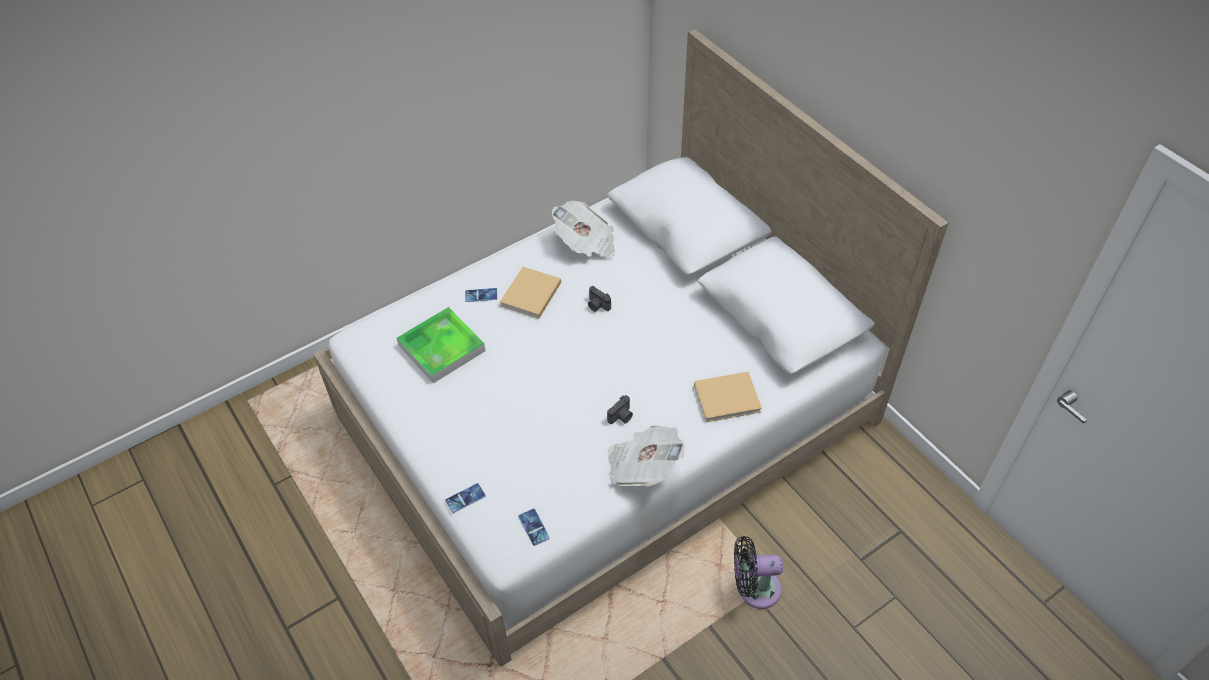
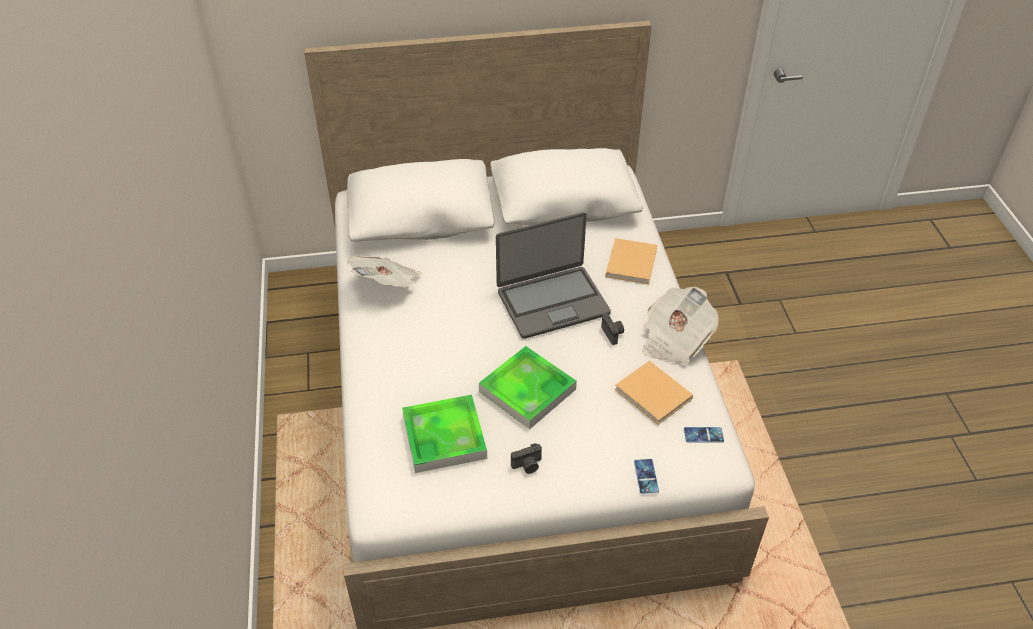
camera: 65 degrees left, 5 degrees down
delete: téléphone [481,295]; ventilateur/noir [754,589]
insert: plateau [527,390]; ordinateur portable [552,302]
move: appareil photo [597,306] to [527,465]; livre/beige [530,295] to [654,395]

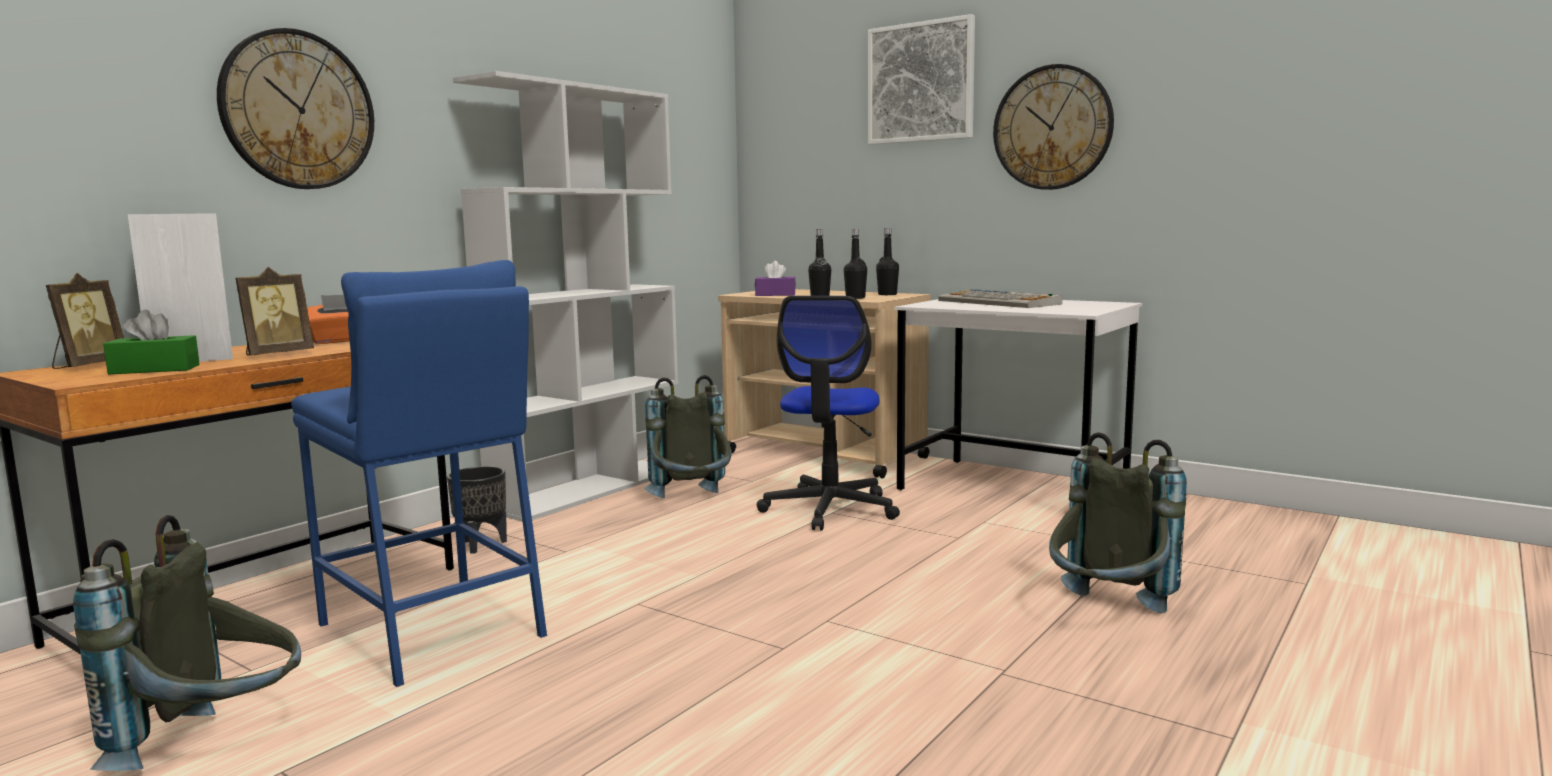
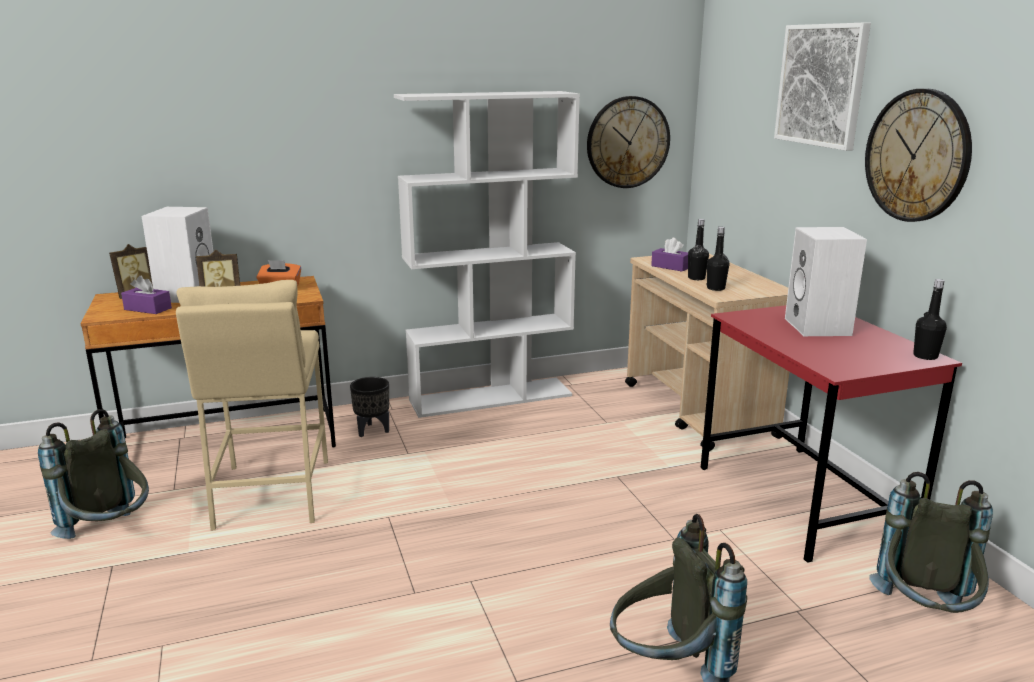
camera: 35 degrees right, 10 degrees up
delete: chaise de bureau [829,509]
move: horloge murale [298,110] to [627,142]; sac à dos/gris [692,502] to [924,617]; bouteille/noir [887,294] to [925,356]
replace: clavier [999,302] to enceinte/blanc [819,327]
recolor: boîte à mouchoirs/vert [154,369] to boîte à mouchoirs/violet [148,309]; tabouret/bleu [432,630] to tabouret/beige [271,493]; bureau/blanc [1014,488] to bureau/rouge [804,500]

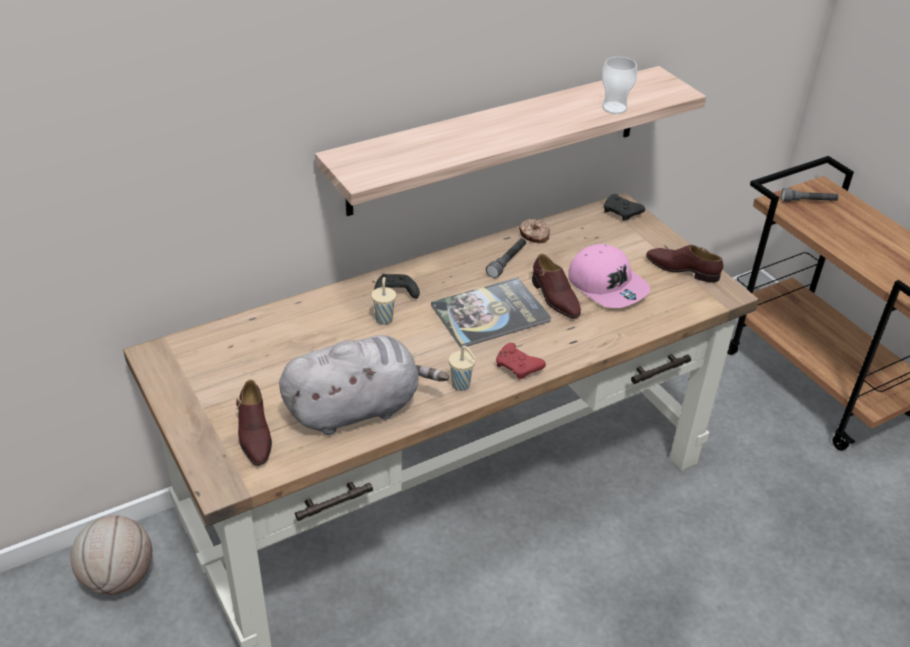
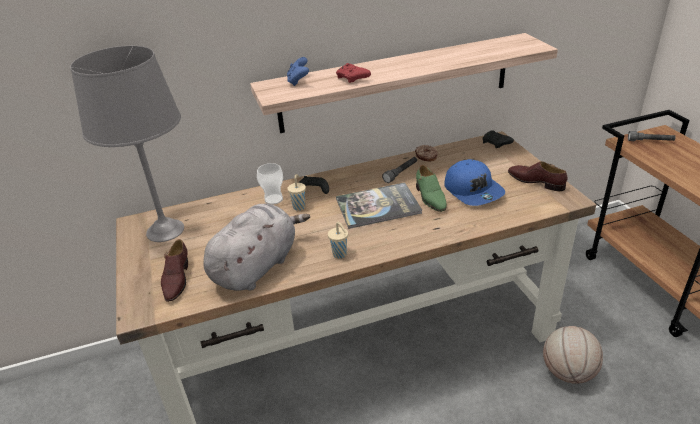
camera: 15 degrees right, 5 degrees down
insert: lampe de table/gris [166,230]; manette/bleu [298,81]
move: tasse [614,108] to [273,199]; manette/rouge [518,367] to [353,79]; ballon de basket [118,578] to [567,372]
recolor: chaussure/marron [554,298] to chaussure/vert [430,197]; casquette/rose [607,285] to casquette/bleu [473,190]
rotate: peluche/gris [358,408] = [257,266] 45 degrees counterclockwise

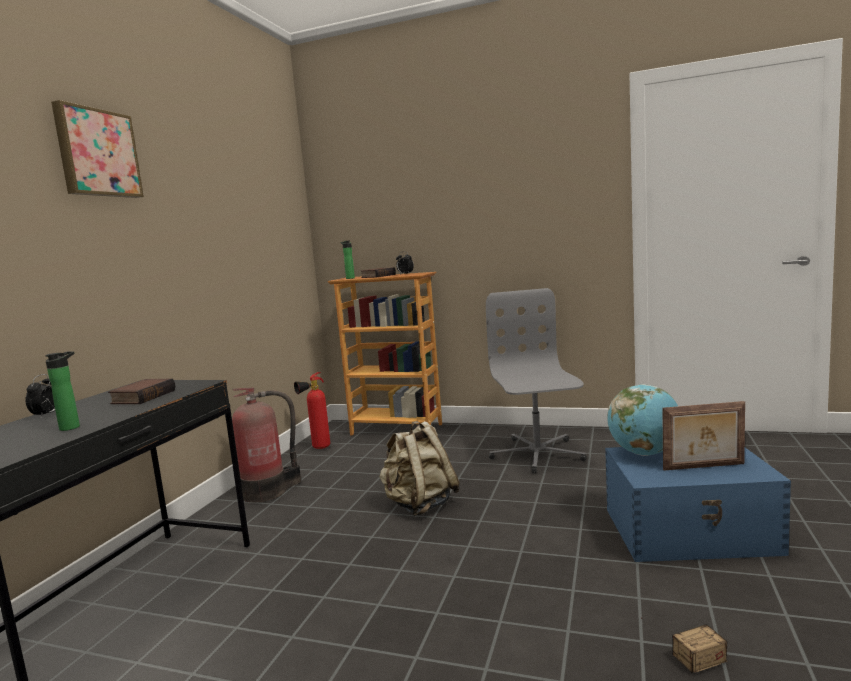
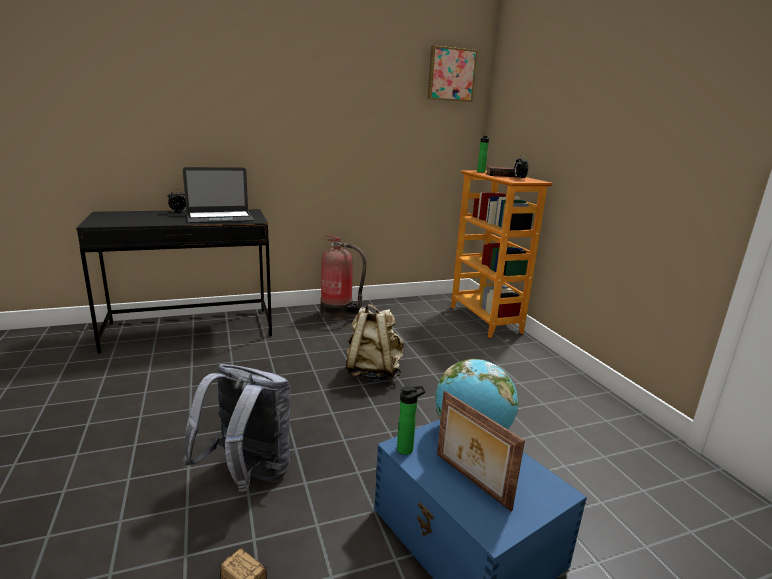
camera: 50 degrees right, 10 degrees up
delete: extincteur [317,448]; chaise de bureau/gris [536,454]
insert: sac à dos/gris [247,476]
move: bouteille [72,427] to [407,449]; tableau [97,153] to [450,74]
replace: livre [143,396] to ordinateur portable [220,217]

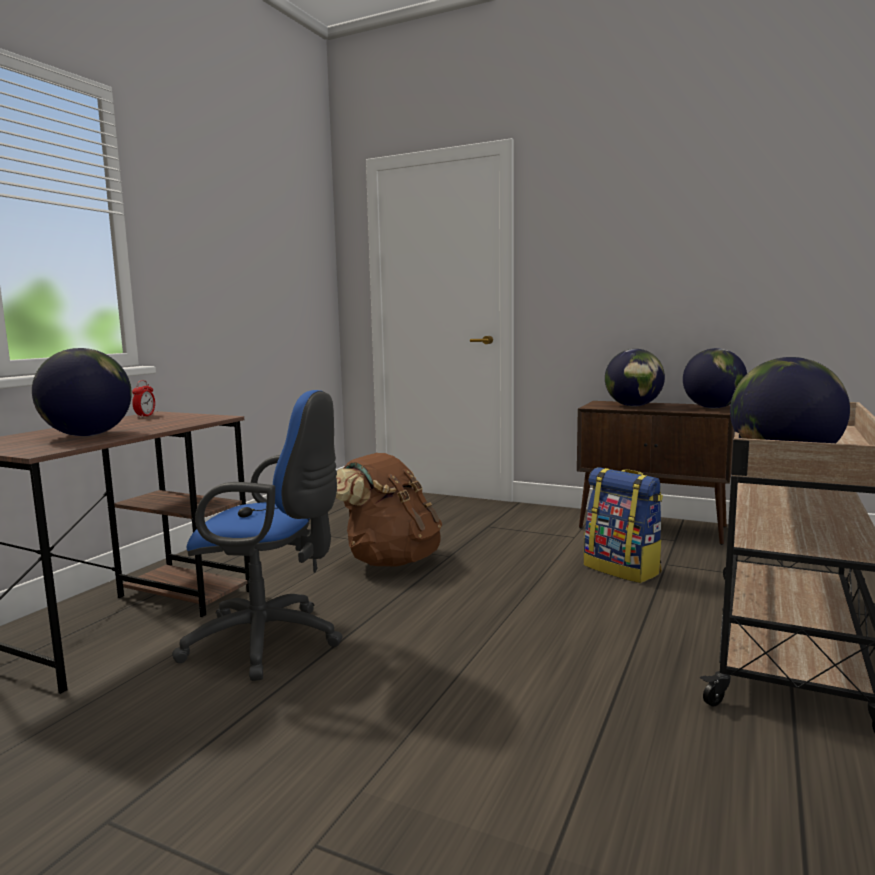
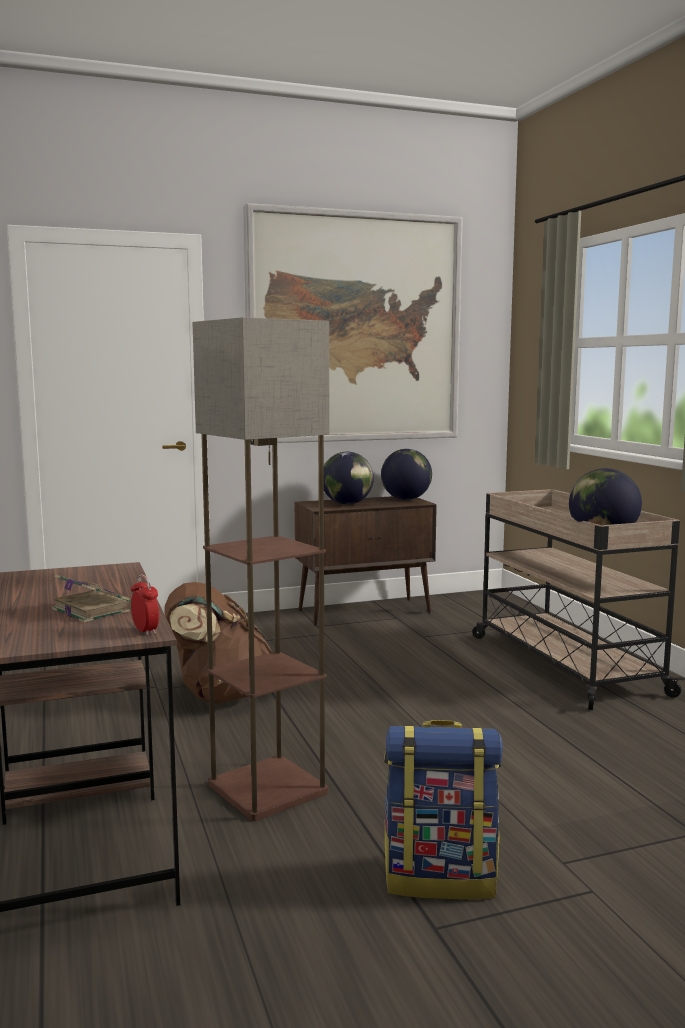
camera: 45 degrees left, 0 degrees up
insert: tableau [354,328]
move: réveil [145,416] to [145,631]; sac à dos [623,569] to [441,877]
replace: globe [87,435] to livre [91,609]; chaise de bureau/bleu [271,642] to lampadaire [270,788]

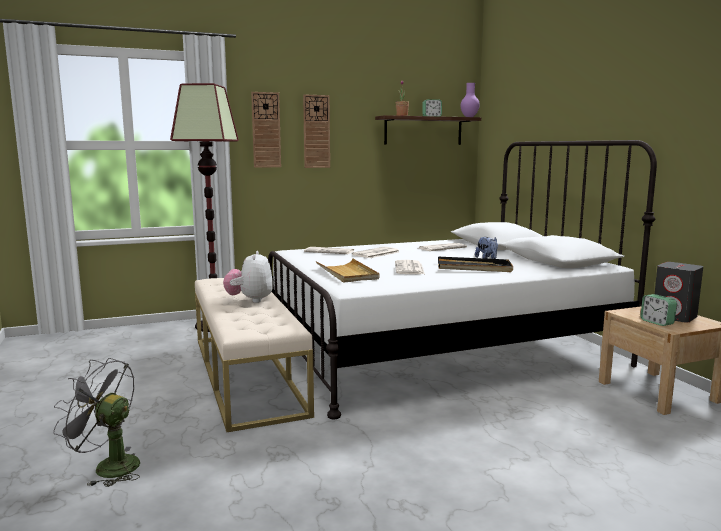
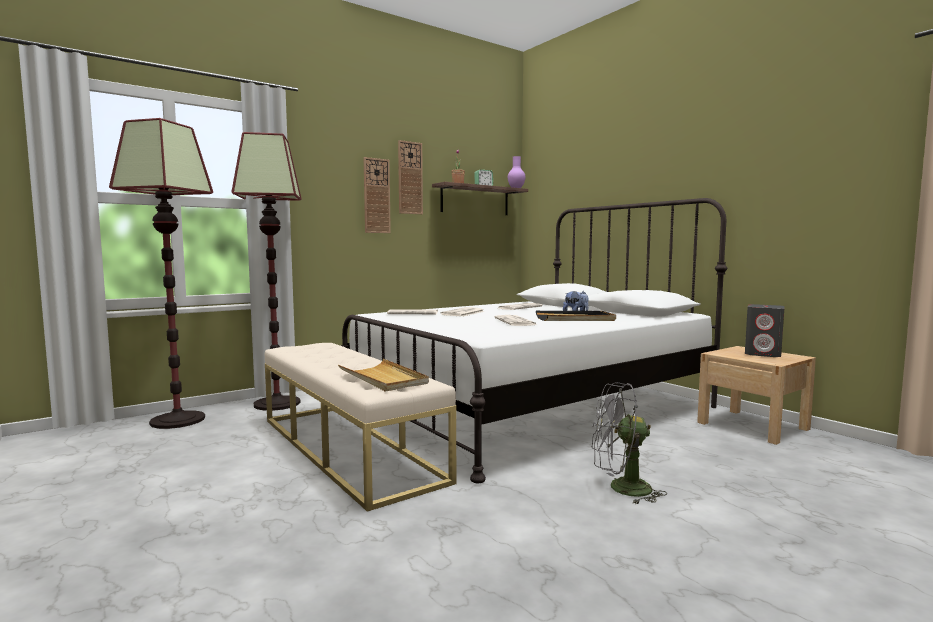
camera: 15 degrees left, 5 degrees down
delete: peluche [250,300]; réveil [657,322]
insert: lampadaire [177,420]
move: plateau/beige [347,273] to [383,378]; horloge murale [266,130] to [410,178]; ventilateur/gris [108,467] to [621,489]

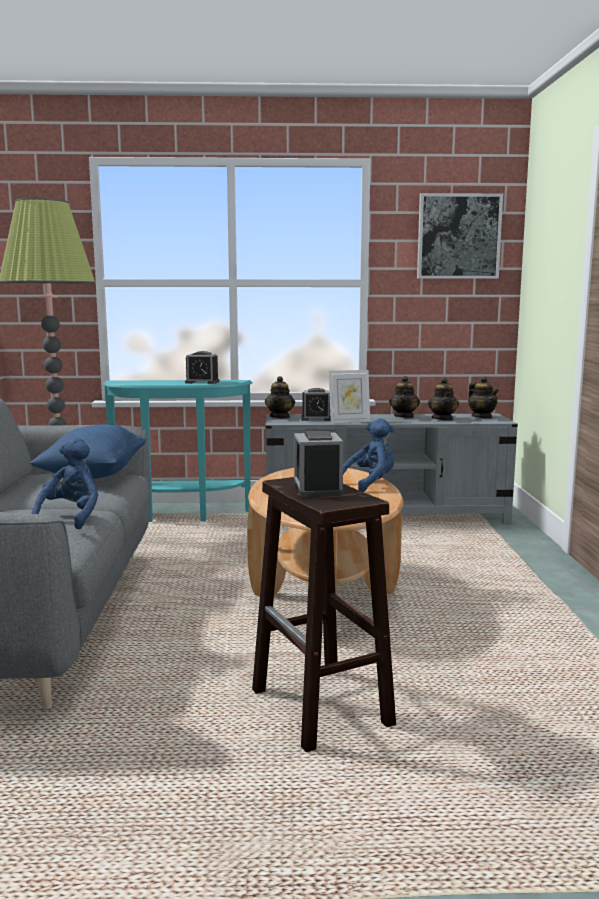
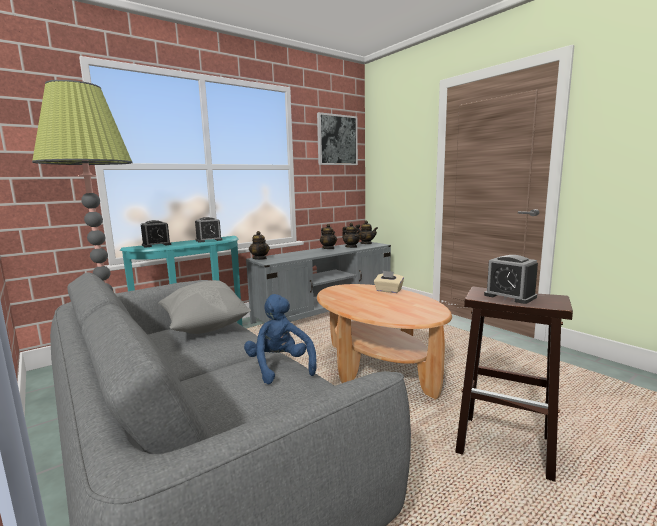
camera: 35 degrees left, 0 degrees up
delete: cadre photo [349,421]
move: réveil [316,418] to [156,245]
replace: peluche/bleu [369,483] to boîte à mouchoirs/beige [388,290]
recolor: coussin/bleu [93,476] to coussin/gris [205,327]

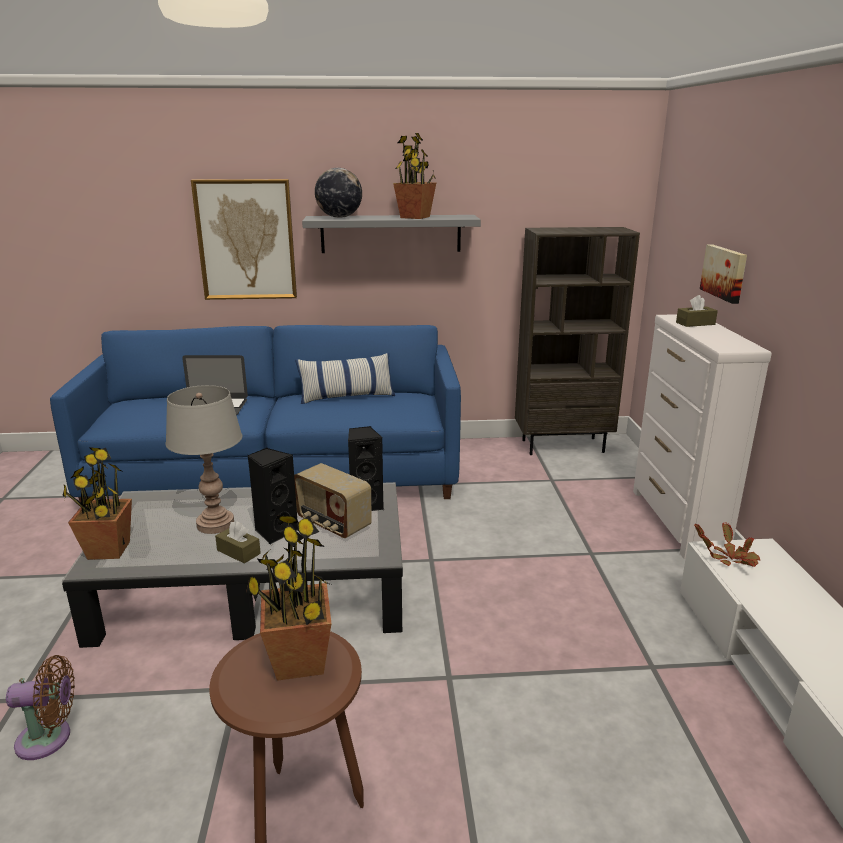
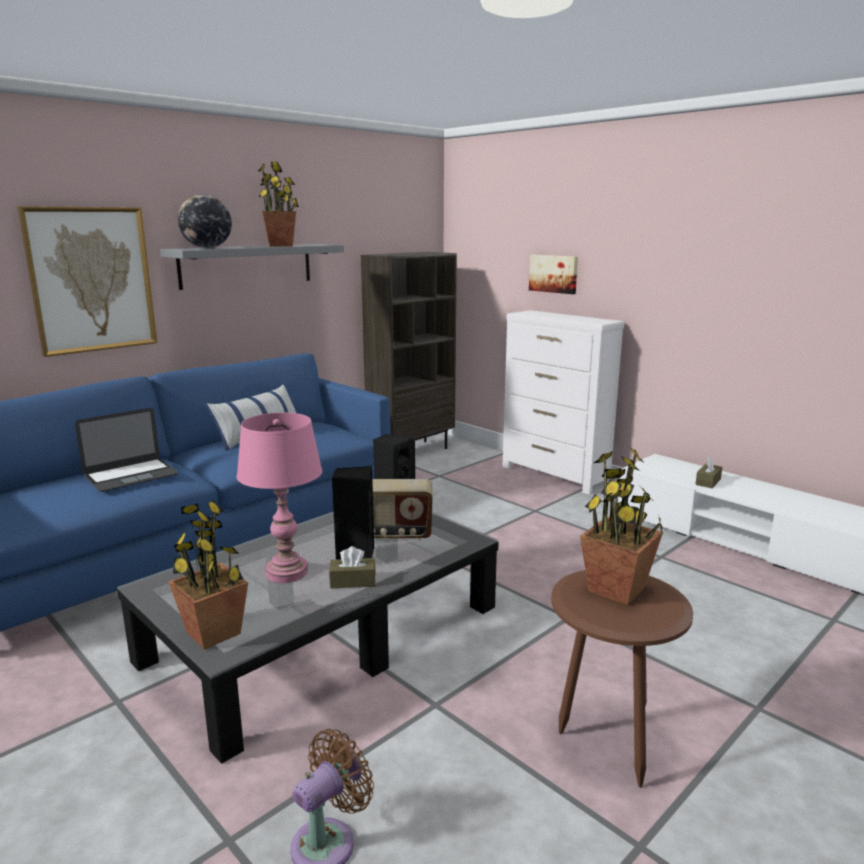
camera: 40 degrees left, 5 degrees down
delete: plante en pot [729,558]
move: boîte à mouchoirs/marron [695,323] to [708,482]
recolor: lampe de table/gris [215,524] to lampe de table/rose [286,572]

